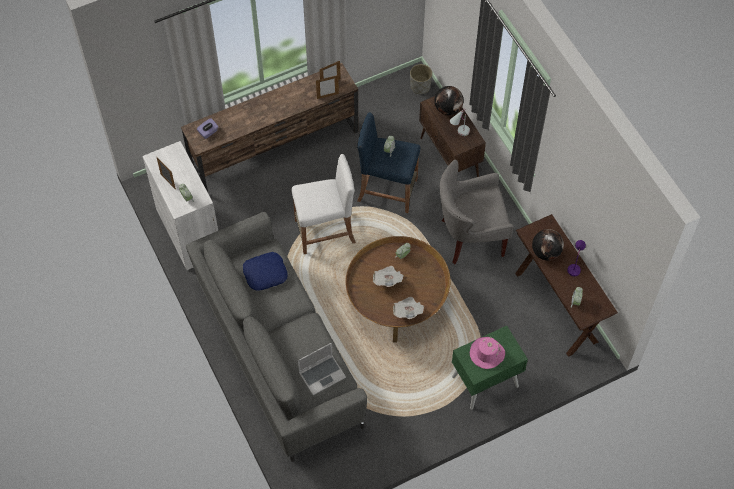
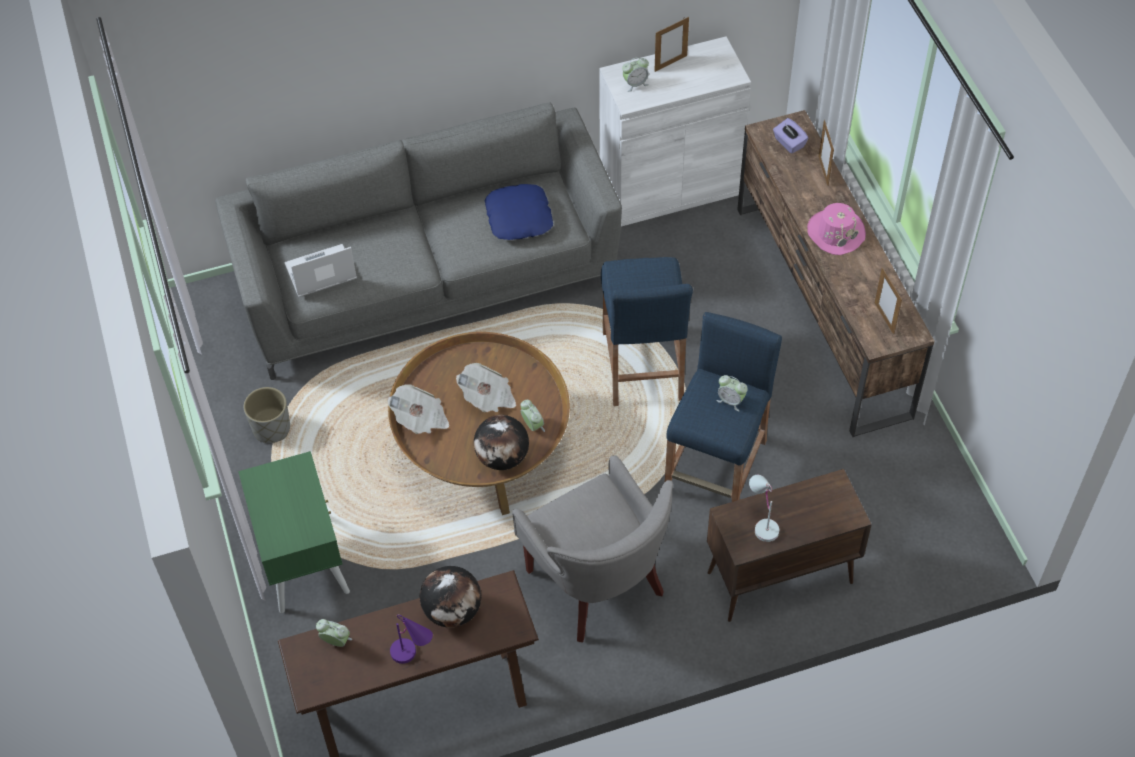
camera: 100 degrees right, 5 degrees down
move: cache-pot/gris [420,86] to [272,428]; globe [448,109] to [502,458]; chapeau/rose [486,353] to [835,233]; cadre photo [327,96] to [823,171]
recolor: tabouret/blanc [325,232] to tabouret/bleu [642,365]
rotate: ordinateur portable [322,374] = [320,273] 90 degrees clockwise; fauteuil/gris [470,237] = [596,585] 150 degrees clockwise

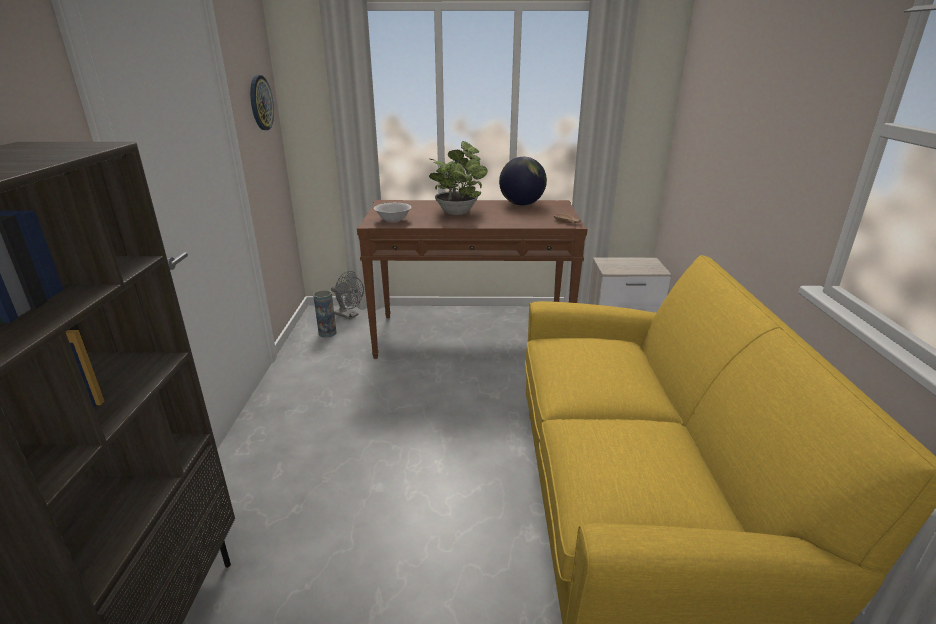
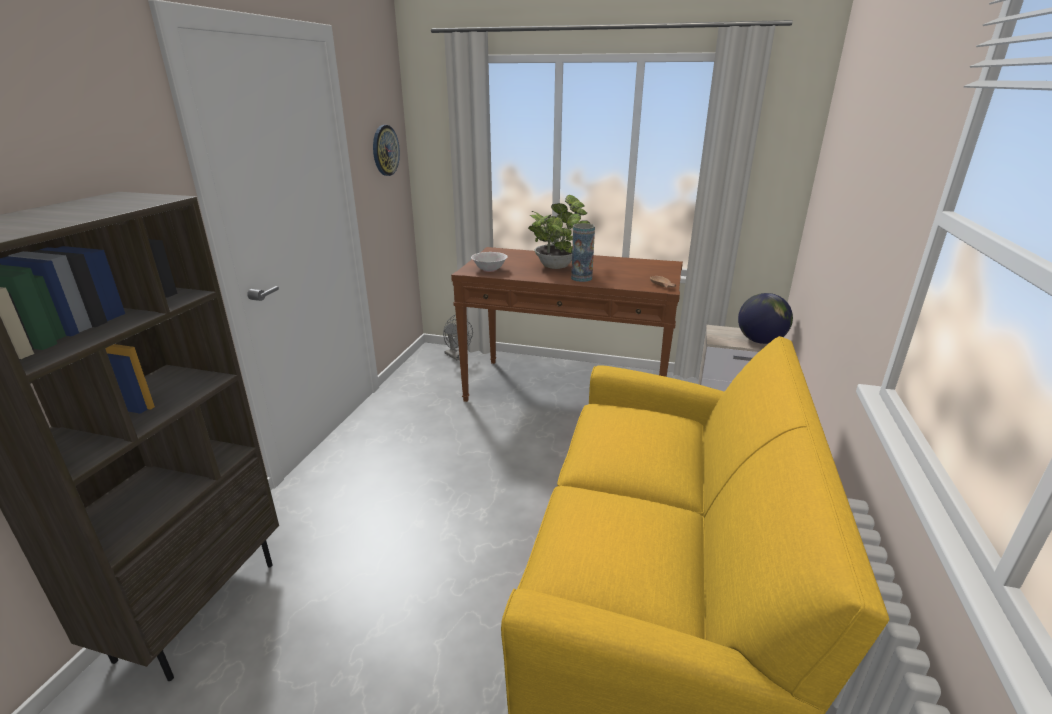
camera: 15 degrees right, 0 degrees up
move: vase [327,333] to [581,278]; globe [521,204] to [760,341]

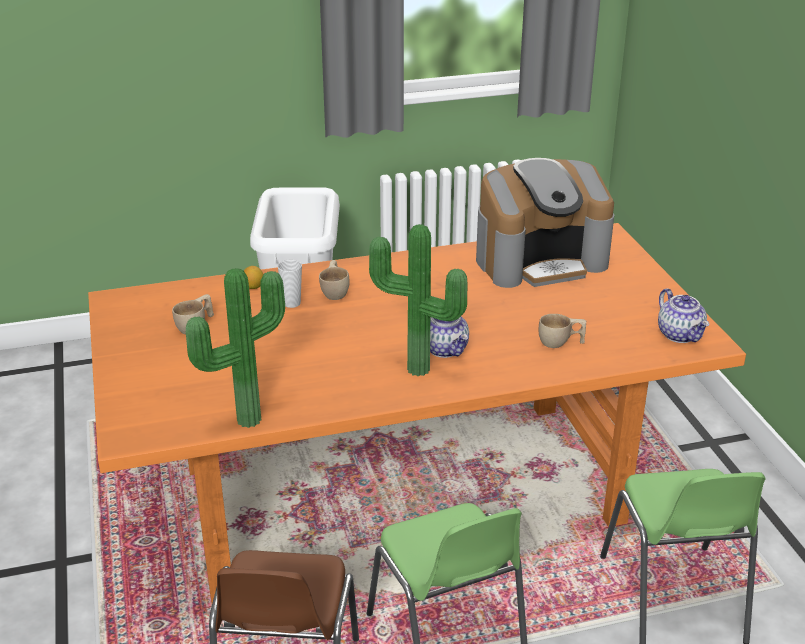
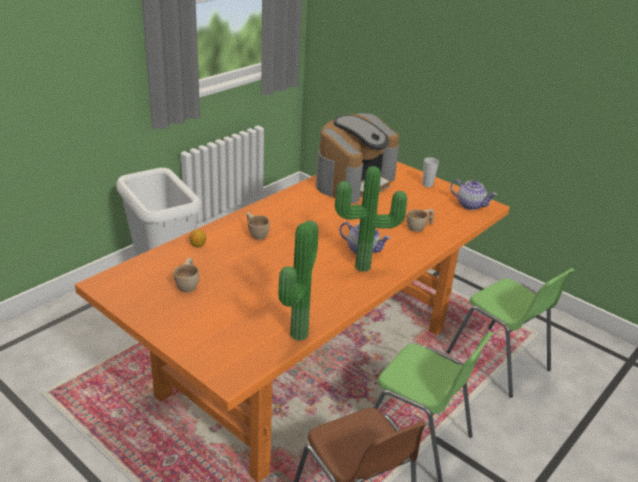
camera: 35 degrees left, 0 degrees up
move: tasse [292,303] to [427,185]

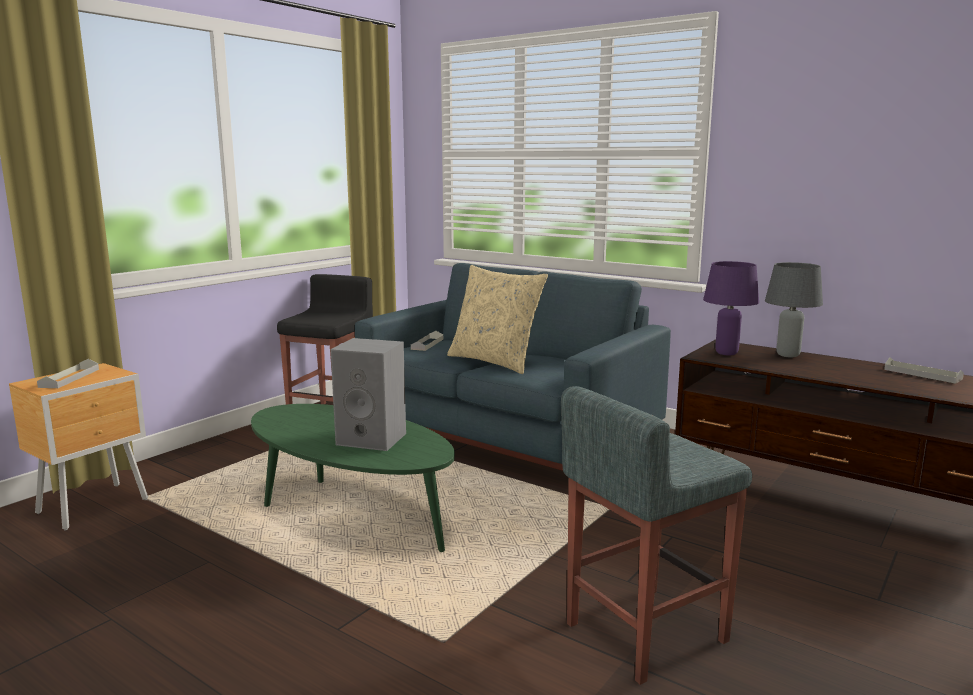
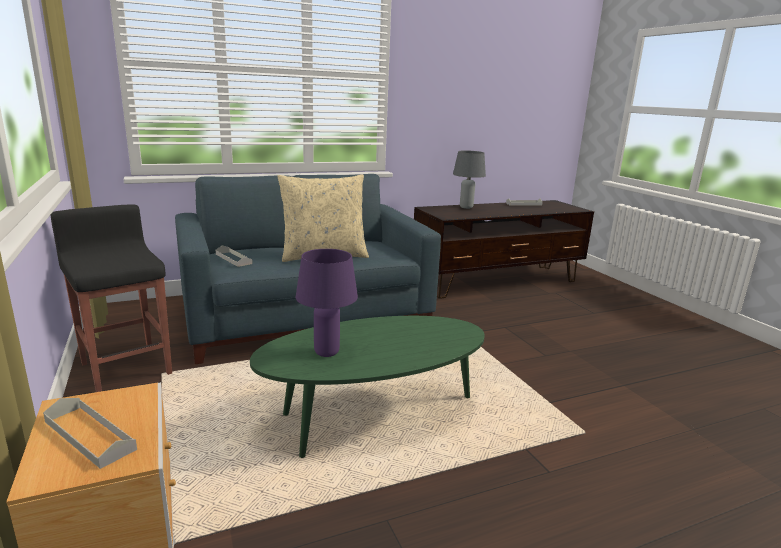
camera: 60 degrees left, 5 degrees up
delete: enceinte/gris [373,439]; tabouret/gris [644,632]
move: lampe de table/violet [727,353] to [326,352]

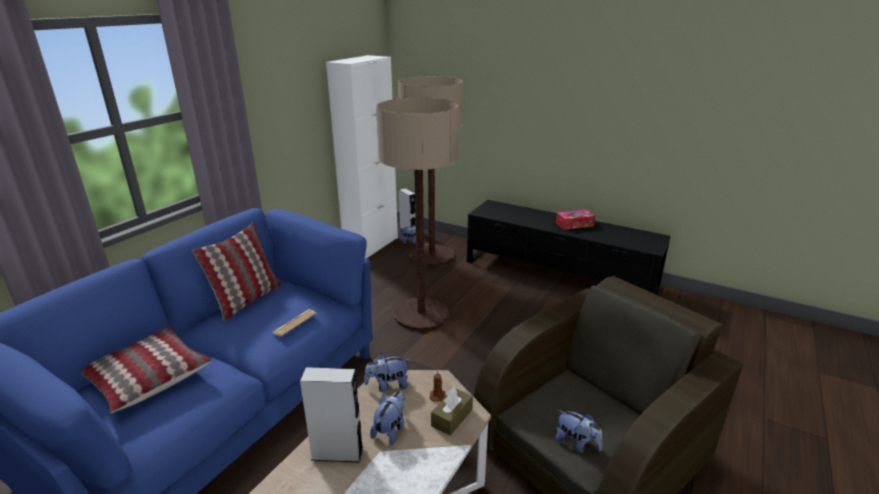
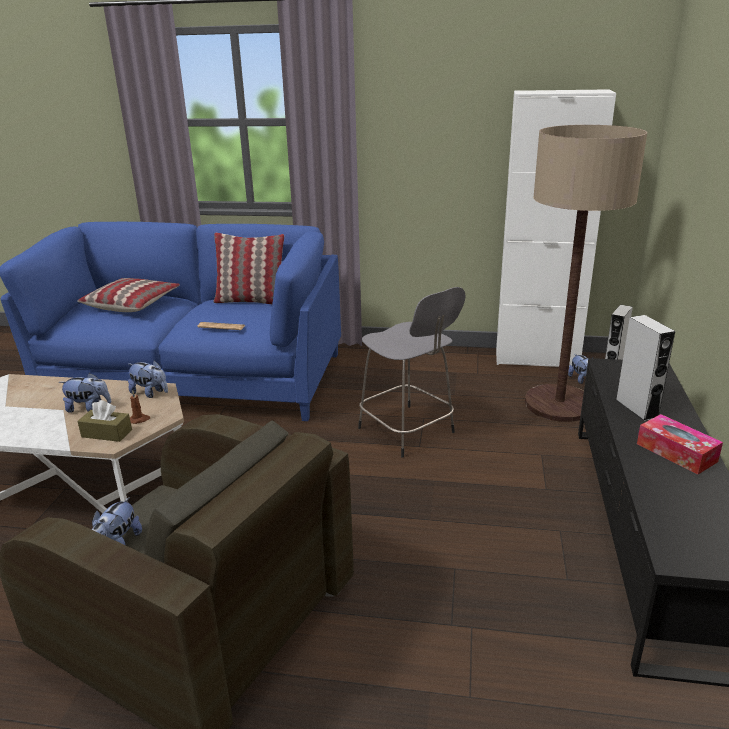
camera: 70 degrees right, 0 degrees up
move: enceinte/gris [337,453] to [636,408]
replace: lampadaire [421,315] to tabouret/gris [408,432]
rotate: peluche [388,385] = [150,393] 150 degrees clockwise

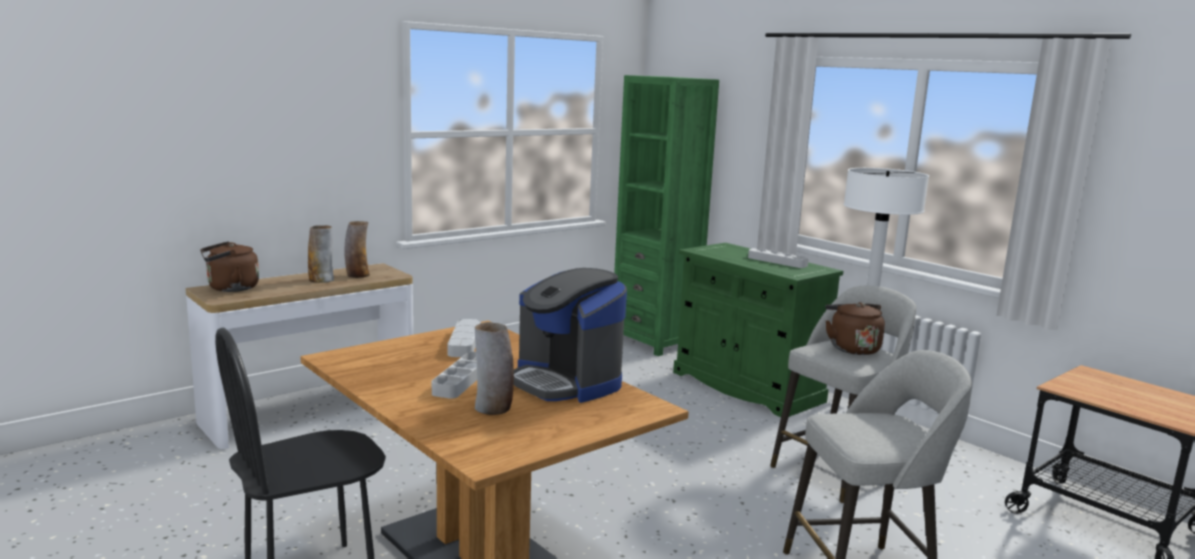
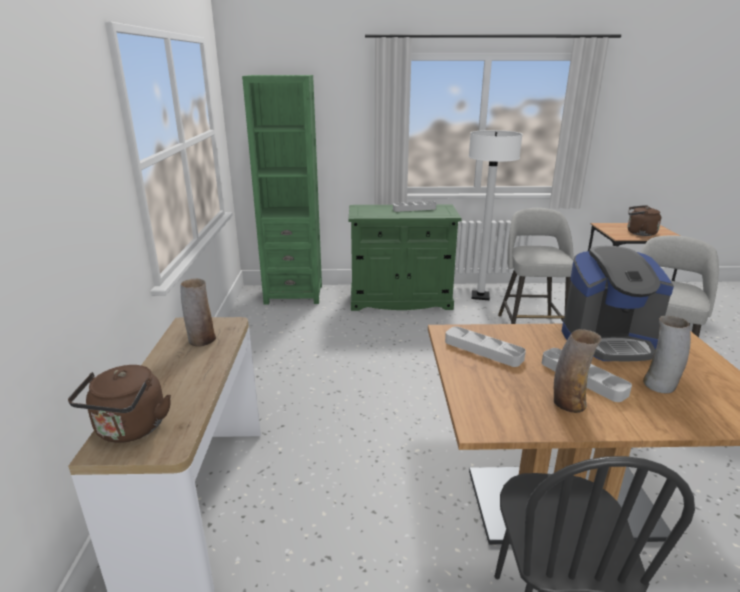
camera: 50 degrees left, 10 degrees up
move: vase [321,280] to [568,403]; bouilloire/marron [852,348] to [639,233]

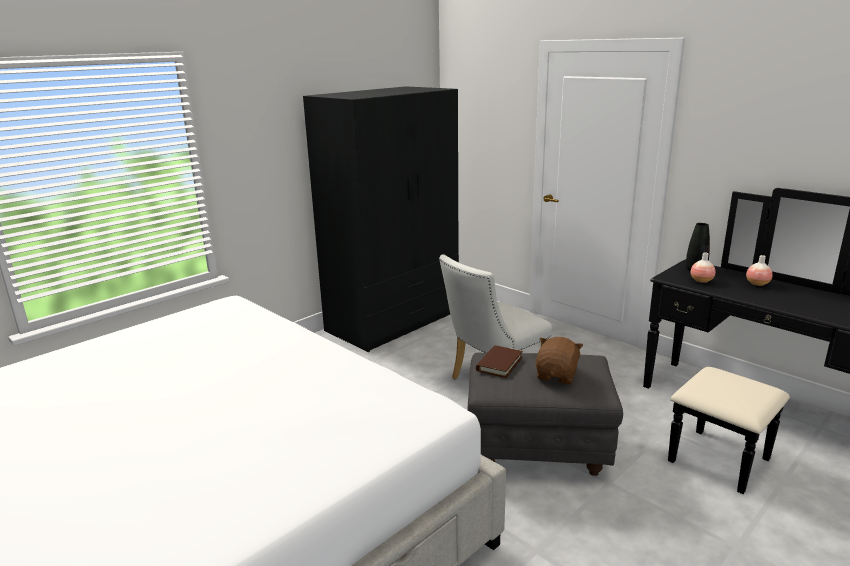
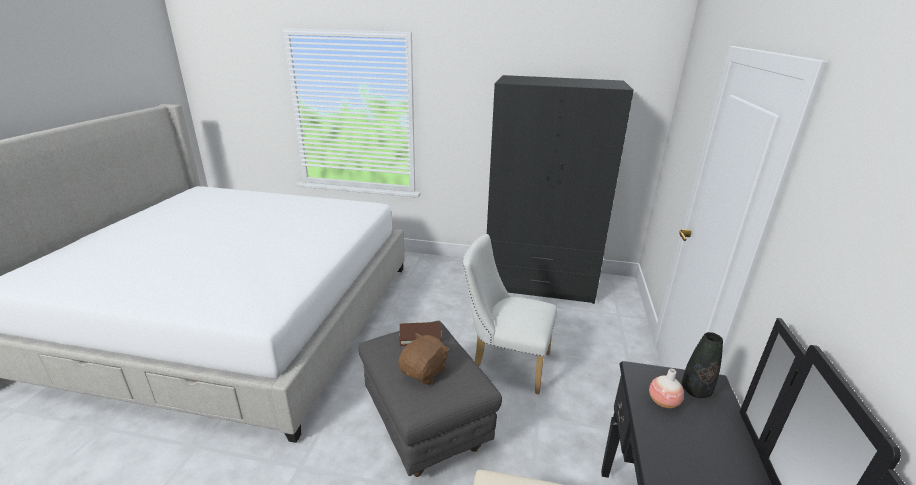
camera: 55 degrees right, 5 degrees up
delete: vase [757,284]
rotate: peluche/marron [557,375] = [424,372] 45 degrees counterclockwise

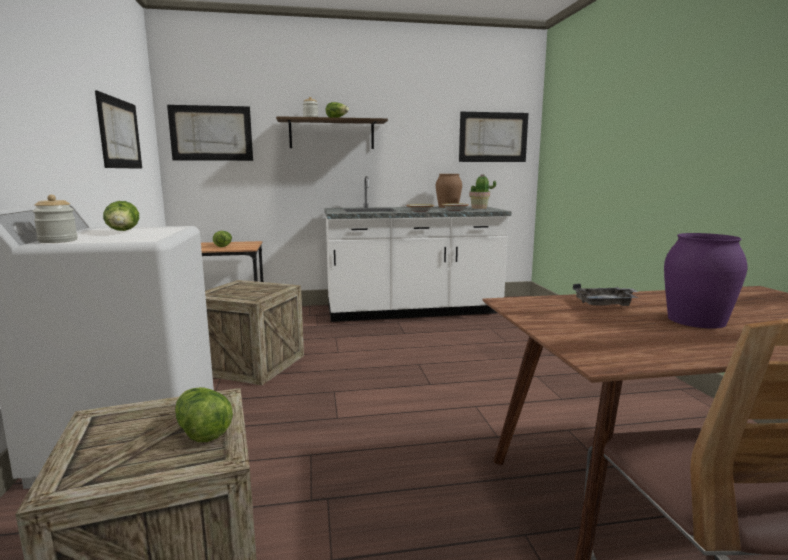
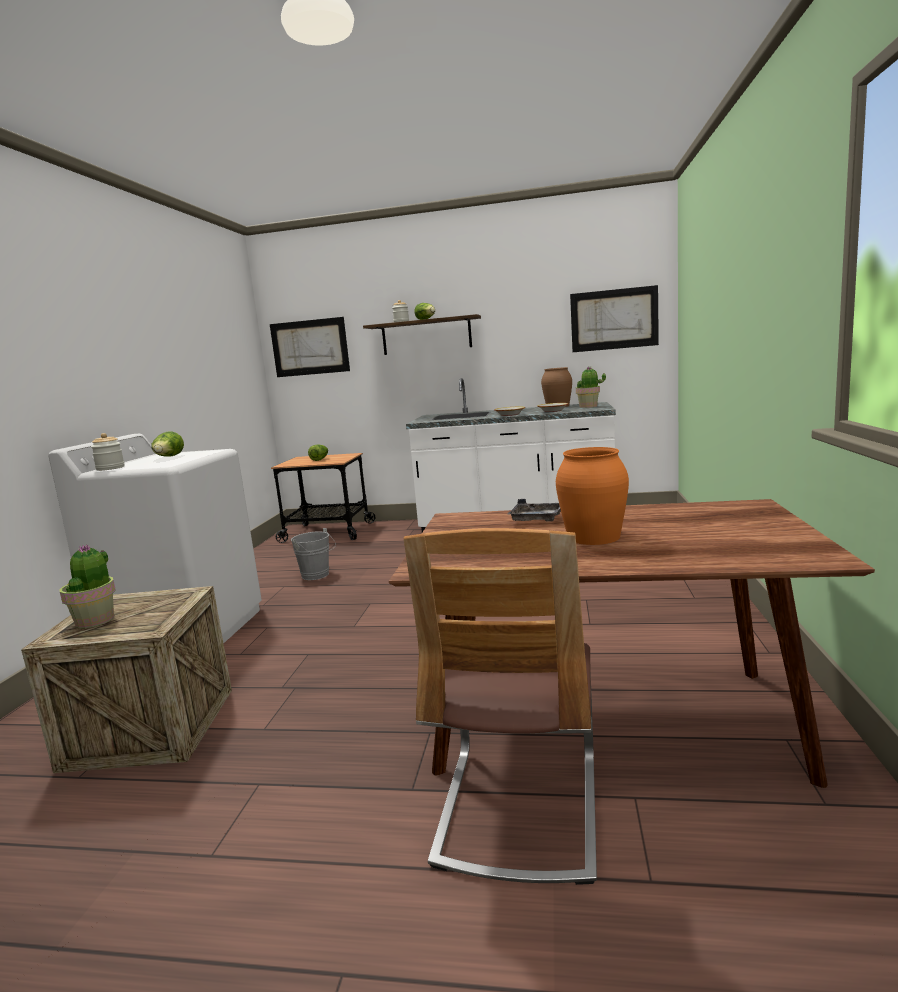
camera: 20 degrees right, 0 degrees up
delete: tableau [120,133]; laitue [202,430]
insert: plante en pot [96,620]
replace: caisse [251,364] to seau/gris [317,575]
recolor: vase/violet [695,320] to vase/orange [593,536]

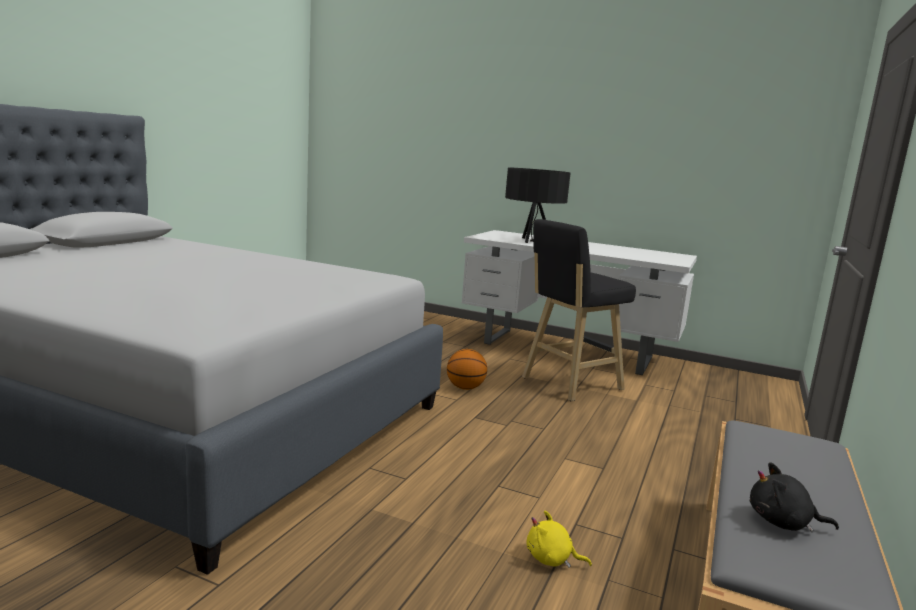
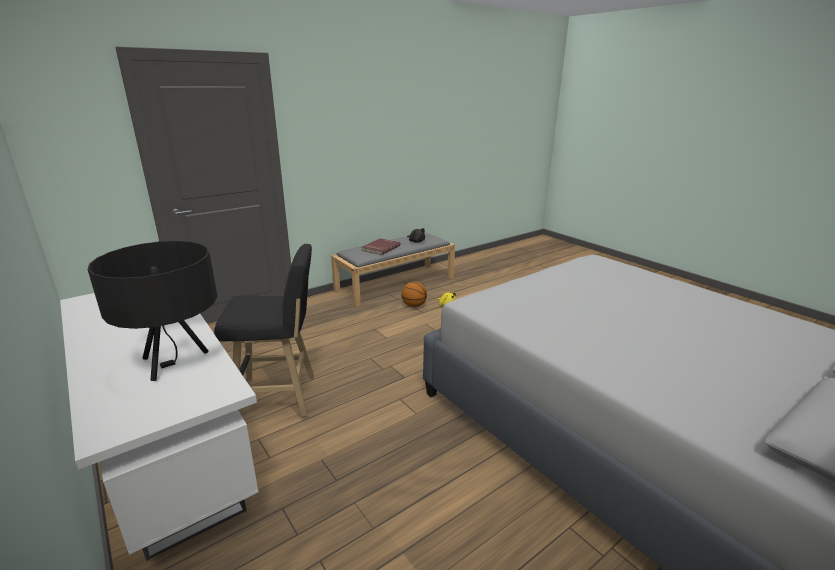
camera: 150 degrees left, 10 degrees up
insert: livre/rouge [380,248]
move: ballon de basket [465,388] to [414,305]

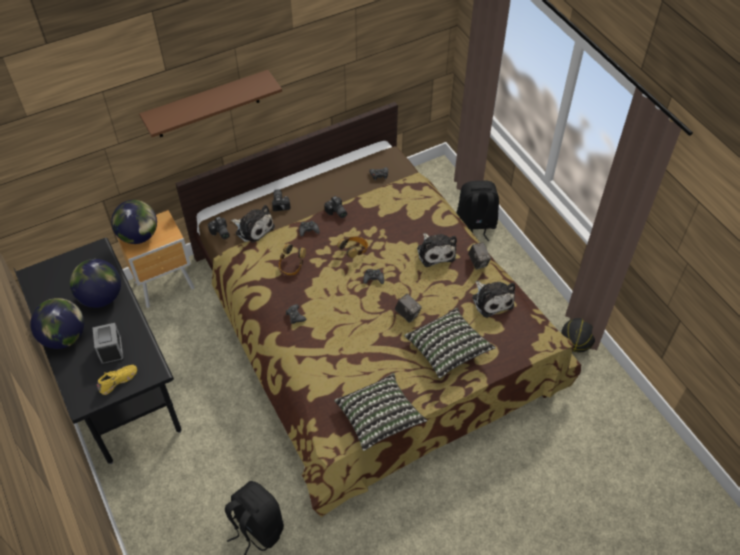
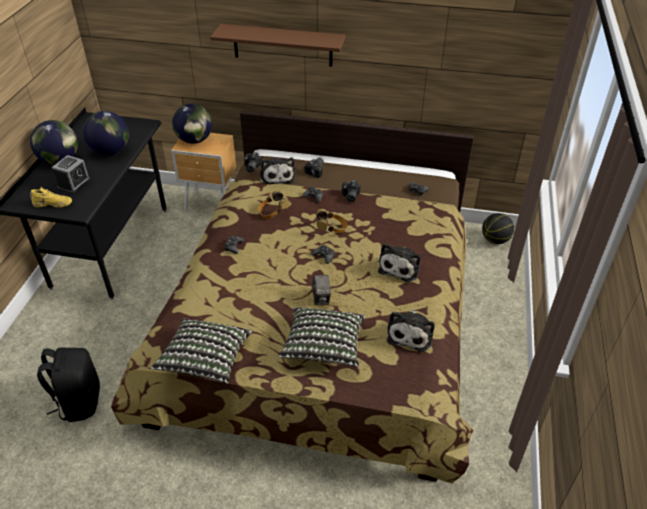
camera: 40 degrees right, 10 degrees down
delete: sac à dos/noir [475,225]; appareil photo [478,262]
move: ballon de basket [575,344] to [495,240]

